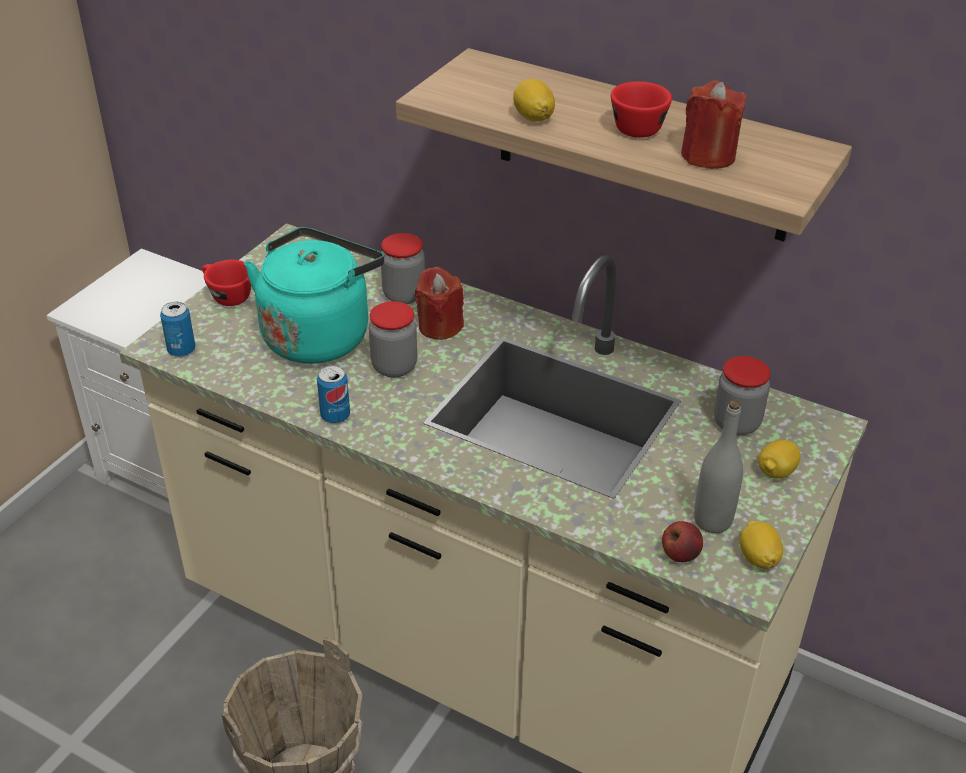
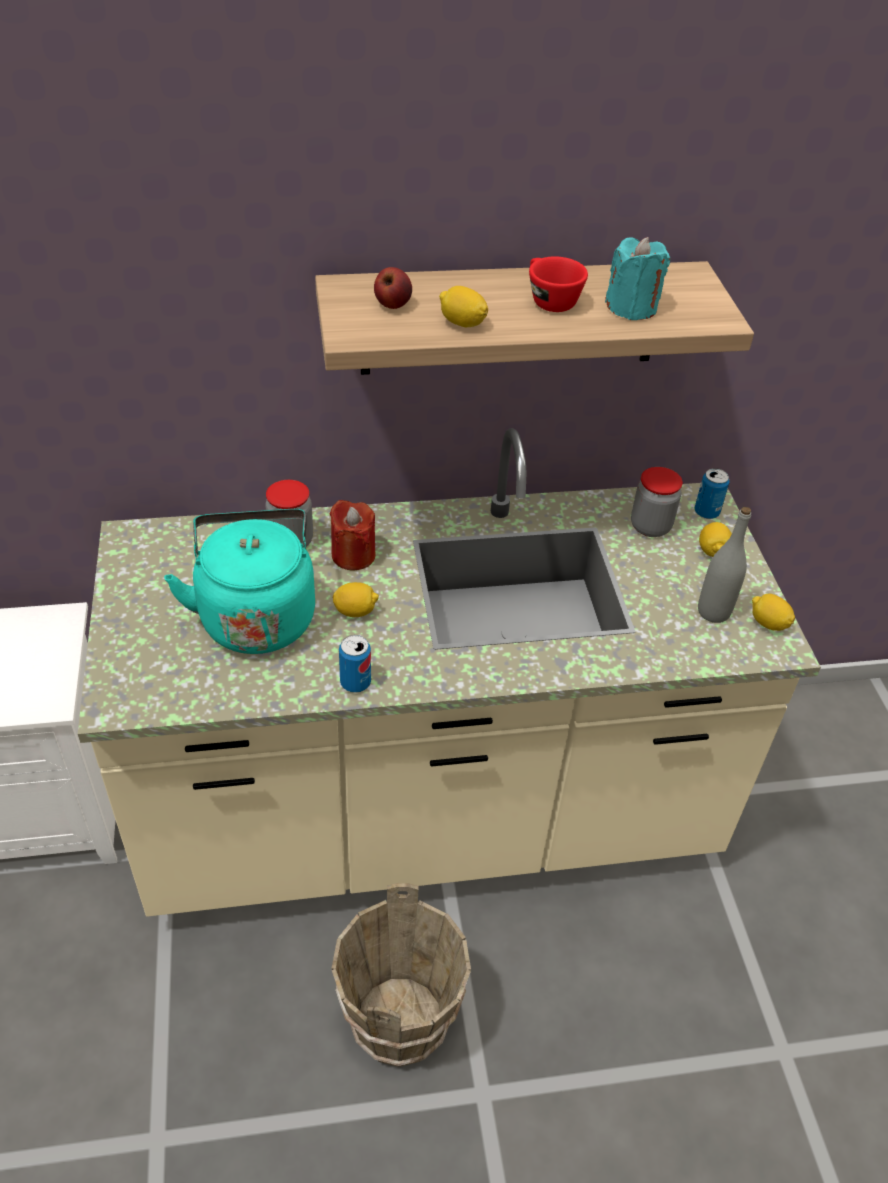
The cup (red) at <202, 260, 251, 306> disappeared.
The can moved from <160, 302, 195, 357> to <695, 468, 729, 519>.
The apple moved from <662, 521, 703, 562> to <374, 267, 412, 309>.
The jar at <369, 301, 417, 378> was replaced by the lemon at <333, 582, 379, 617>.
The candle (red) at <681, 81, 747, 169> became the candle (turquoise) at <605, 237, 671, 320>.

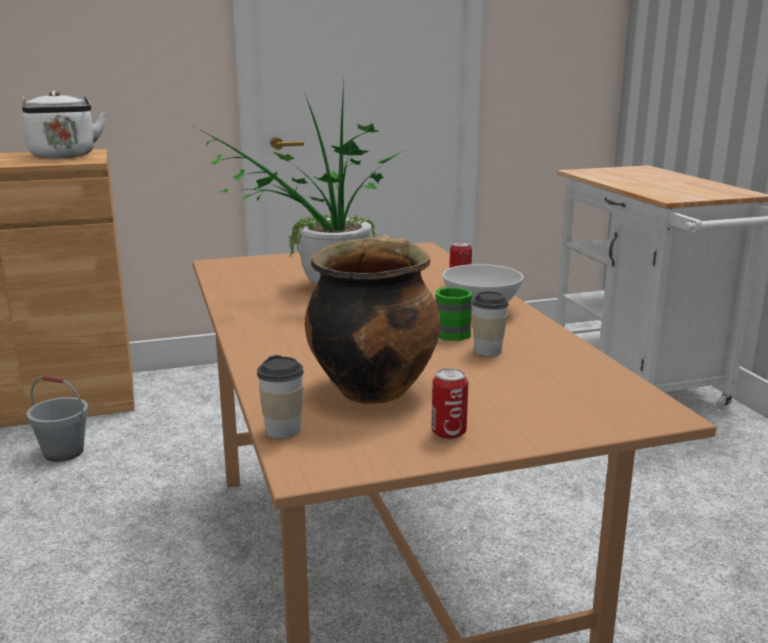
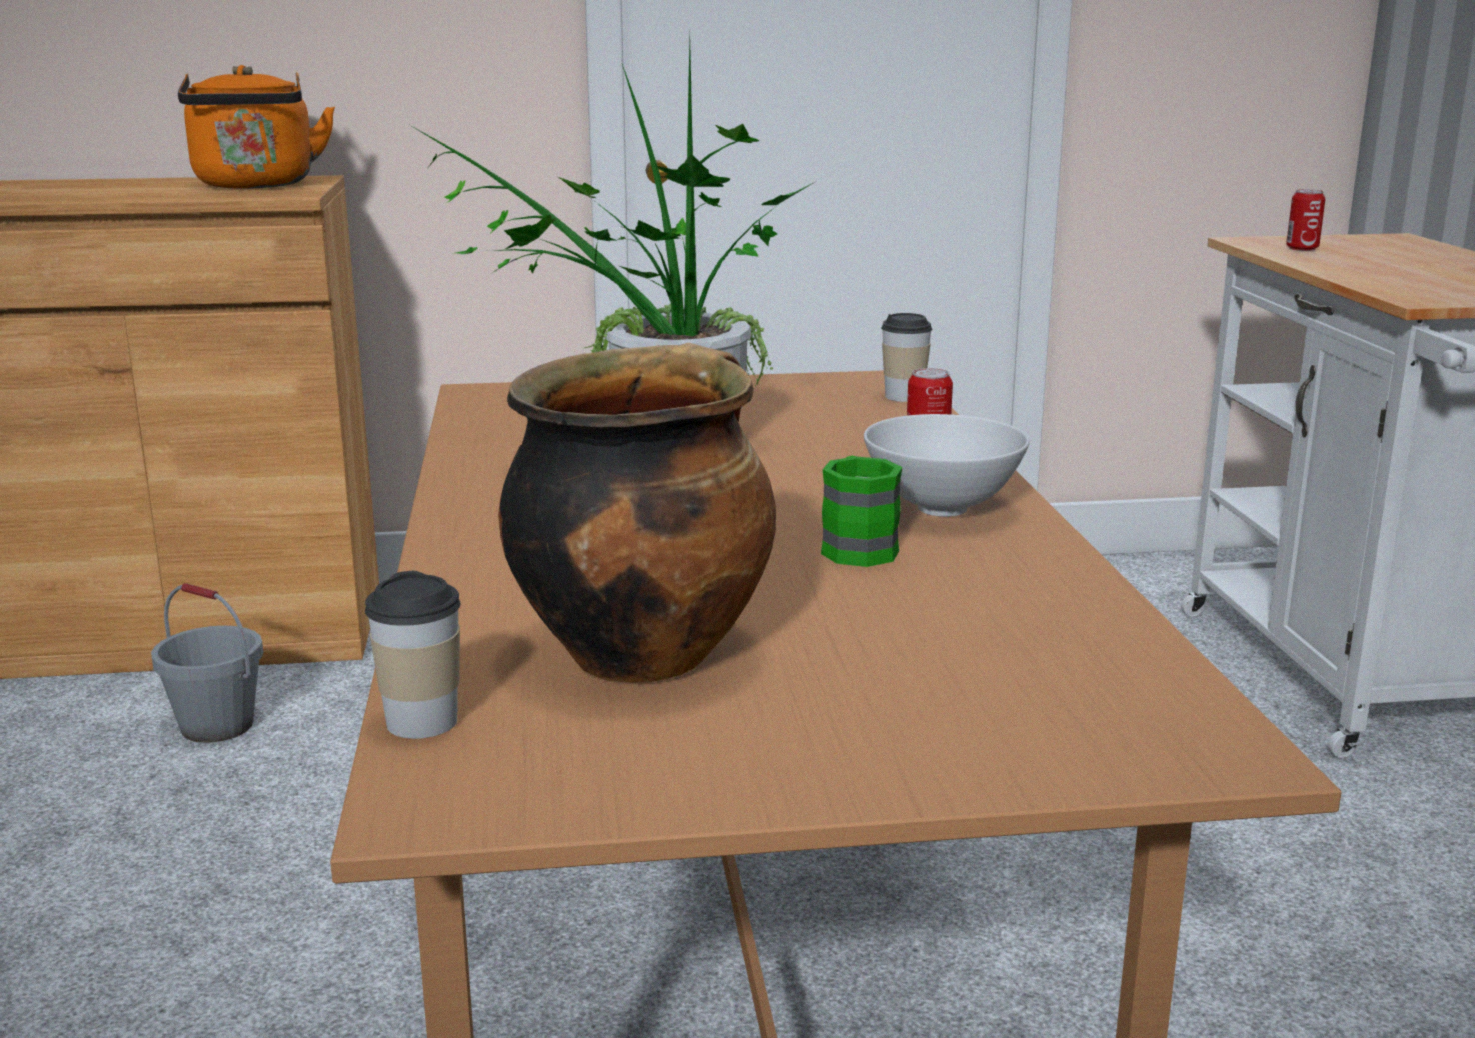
The can moved from <432, 368, 468, 439> to <1286, 189, 1325, 251>.
The cup moved from <472, 291, 509, 356> to <881, 313, 933, 402>.
The kettle (white) at <22, 91, 106, 158> became the kettle (orange) at <178, 65, 335, 189>.

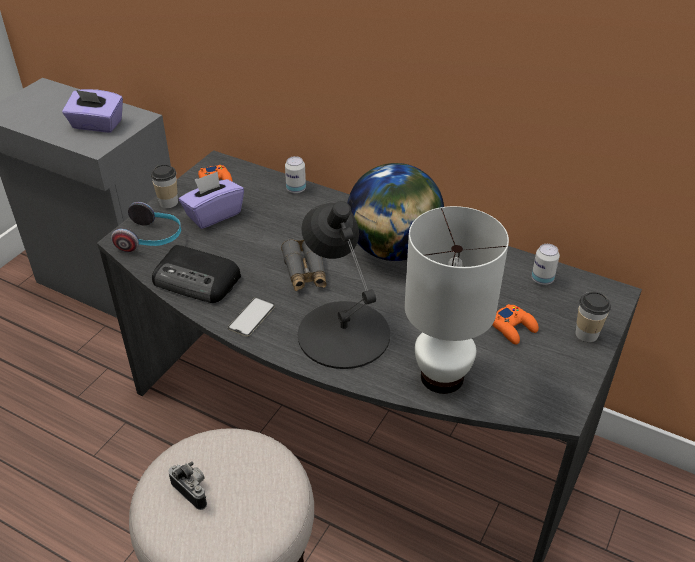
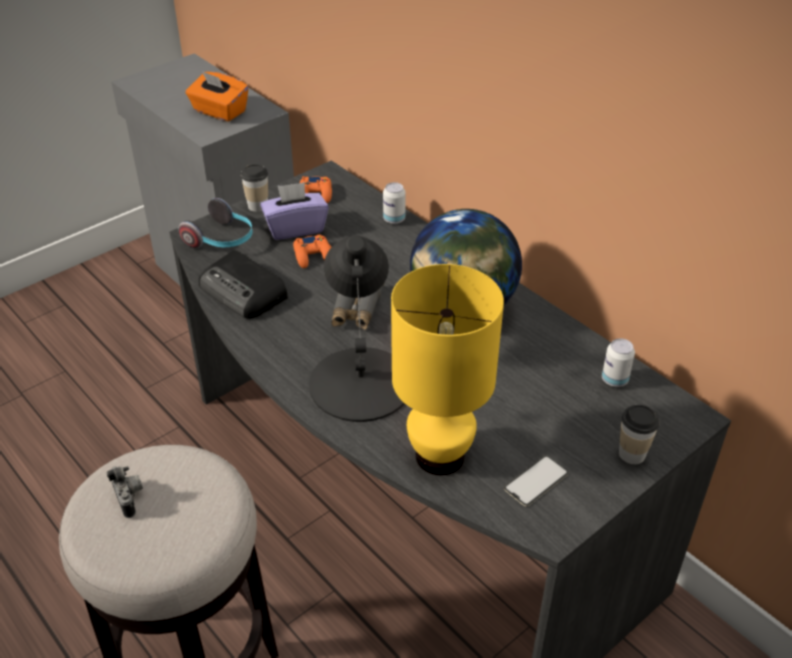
The phone moved from <228, 297, 275, 337> to <504, 455, 569, 507>.
The game controller (orange) moved from <492, 304, 539, 345> to <293, 234, 331, 268>.
The tissue box (purple) at <62, 89, 123, 132> became the tissue box (orange) at <186, 71, 249, 122>.
The table lamp (white) at <405, 206, 509, 394> became the table lamp (yellow) at <391, 264, 504, 475>.

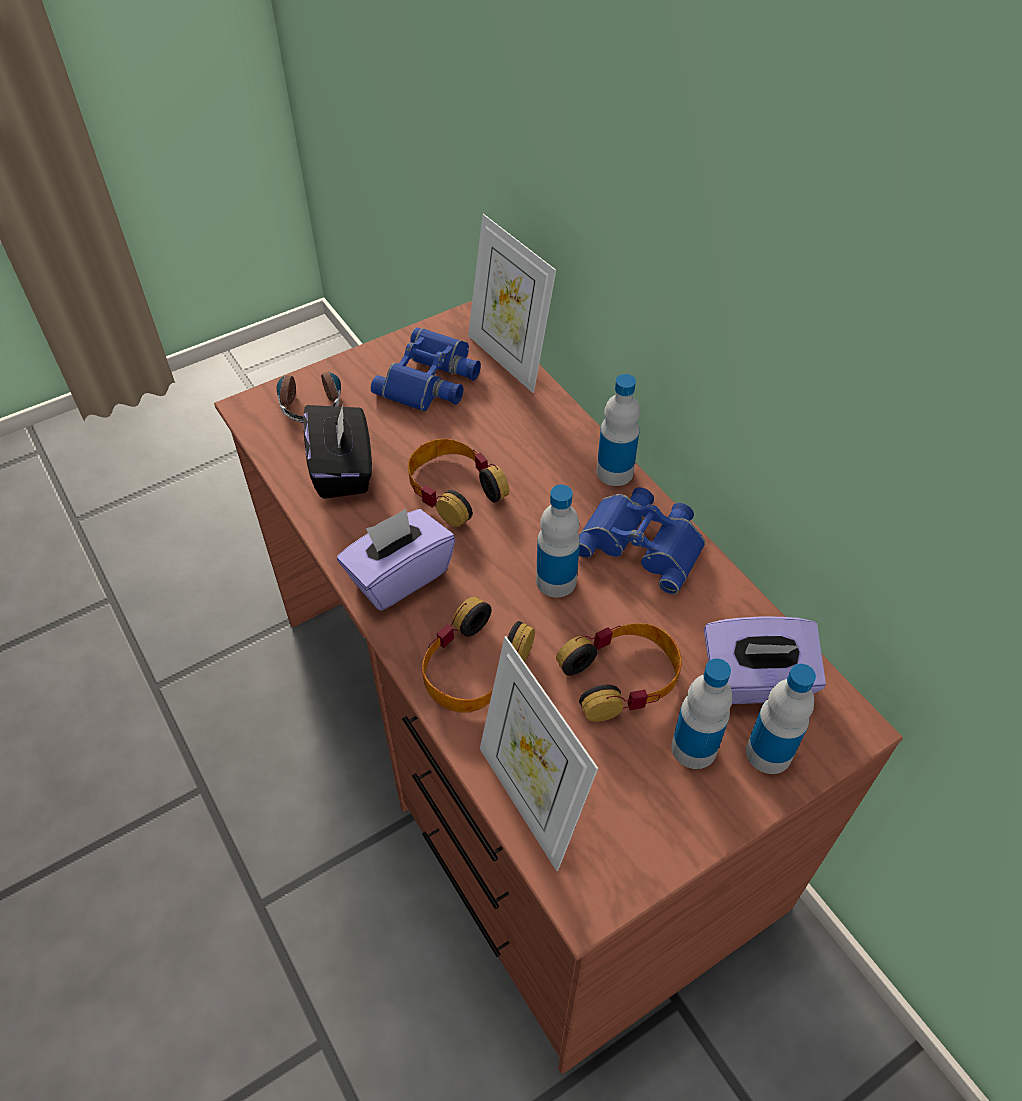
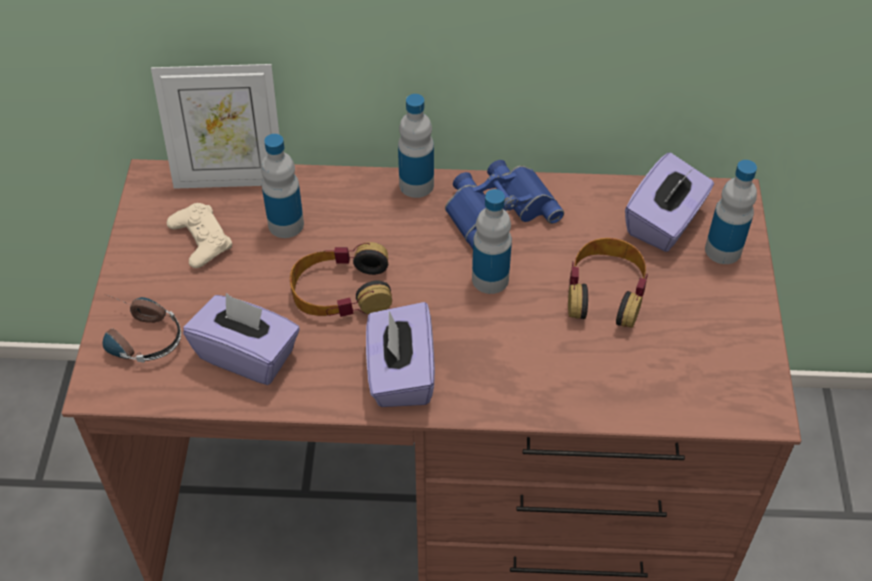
The headphones at <422, 596, 535, 713> disappeared.
The picture frame at <480, 636, 598, 871> disappeared.
The bottle moved from <671, 659, 732, 769> to <261, 134, 304, 238>.
The binoculars (blue) at <371, 327, 481, 412> was replaced by the game controller (beige) at <167, 203, 232, 268>.
The tissue box (black) at <303, 404, 372, 499> became the tissue box (purple) at <183, 293, 300, 385>.

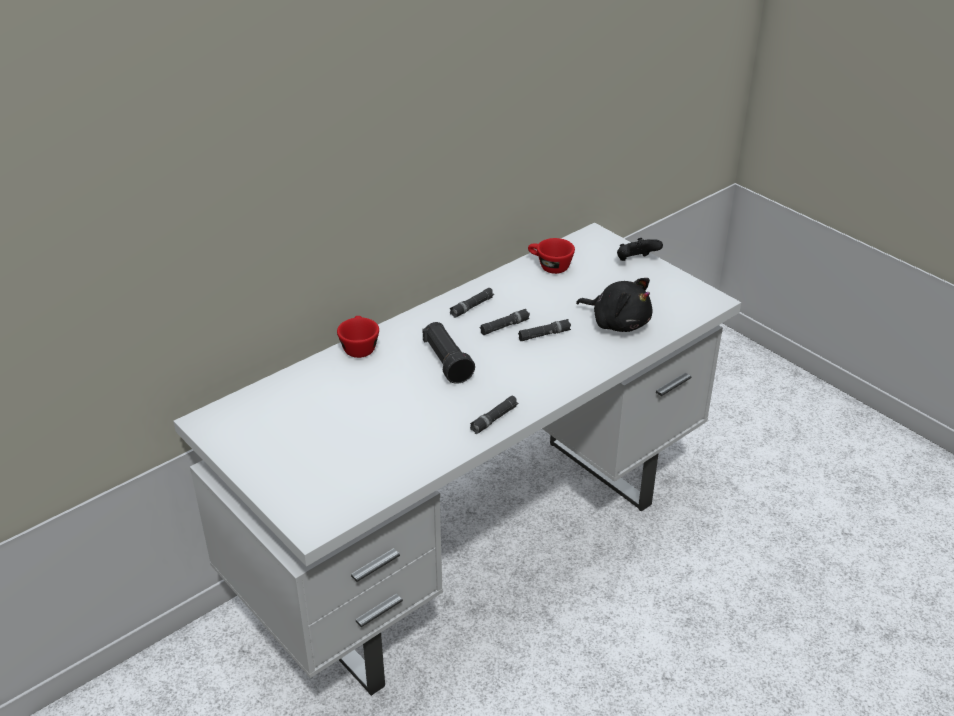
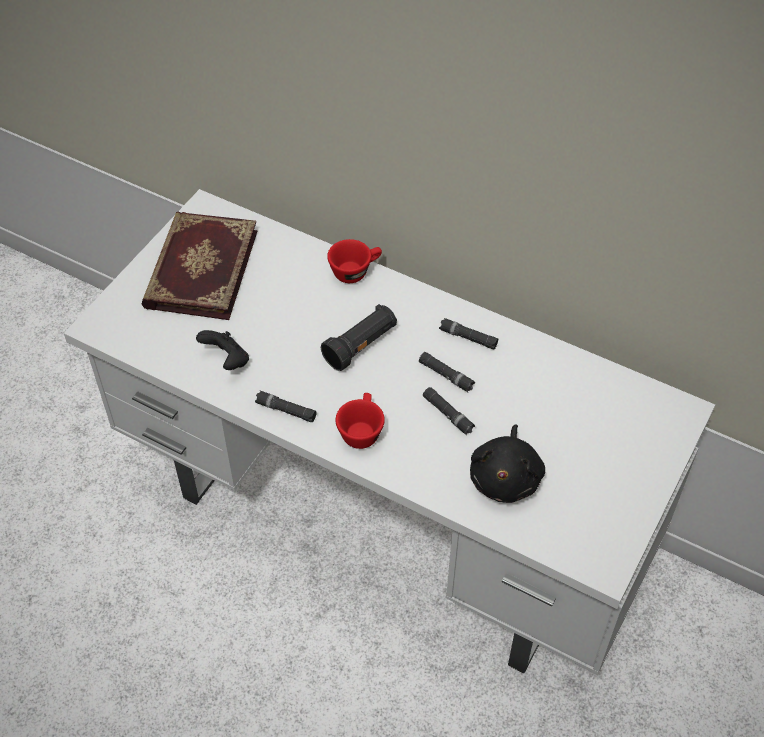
The book at <142, 212, 257, 320> appeared.
The cup (red) moved from <528, 238, 575, 274> to <336, 393, 385, 449>.
The game controller (black) moved from <617, 238, 663, 261> to <196, 330, 249, 370>.

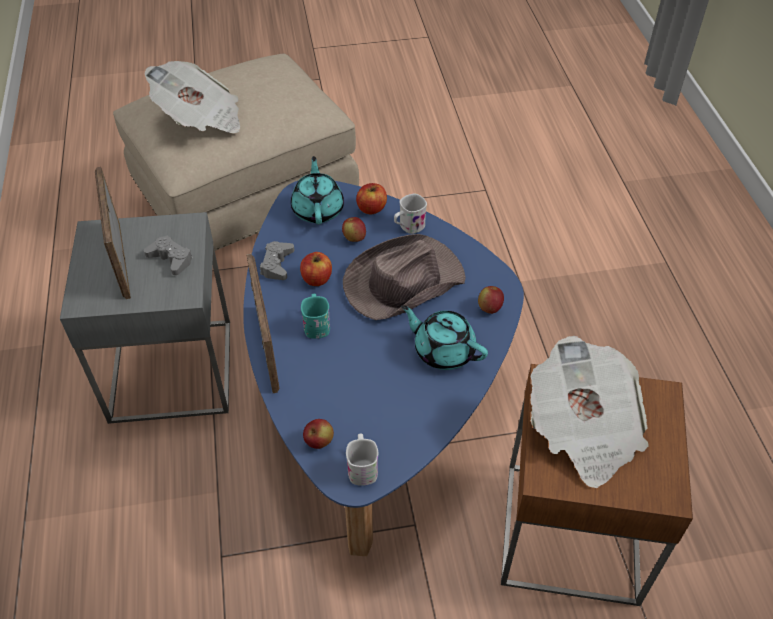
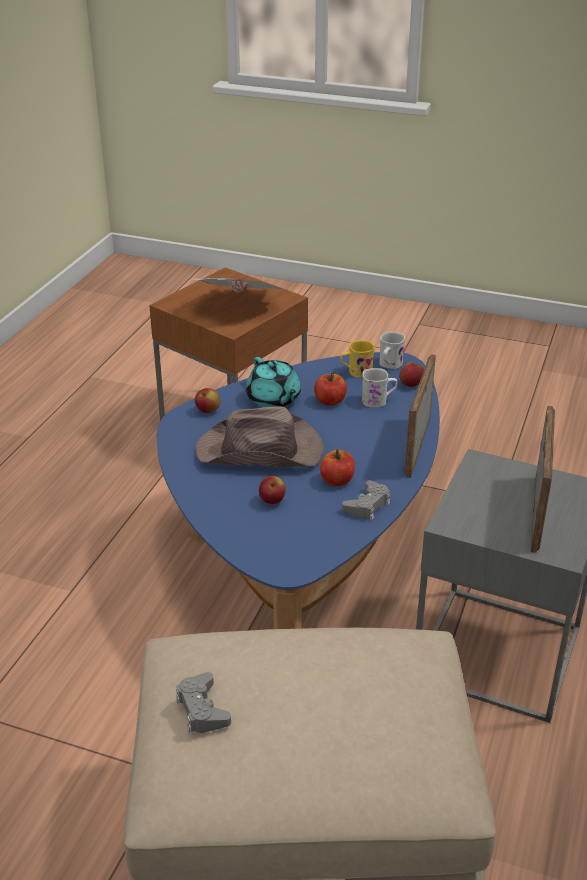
The newspaper at <144, 61, 240, 133> disappeared.
The teapot (turquoise) at <291, 156, 344, 225> disappeared.
The mug (turquoise) at <301, 294, 330, 339> disappeared.
The mug (yellow) at <340, 340, 374, 378> appeared.
The game controller (grey) moved from <144, 236, 193, 275> to <176, 672, 231, 733>.
The apple moved from <356, 183, 387, 214> to <314, 373, 347, 406>.
The mug (white) moved from <394, 193, 427, 234> to <362, 368, 397, 407>.

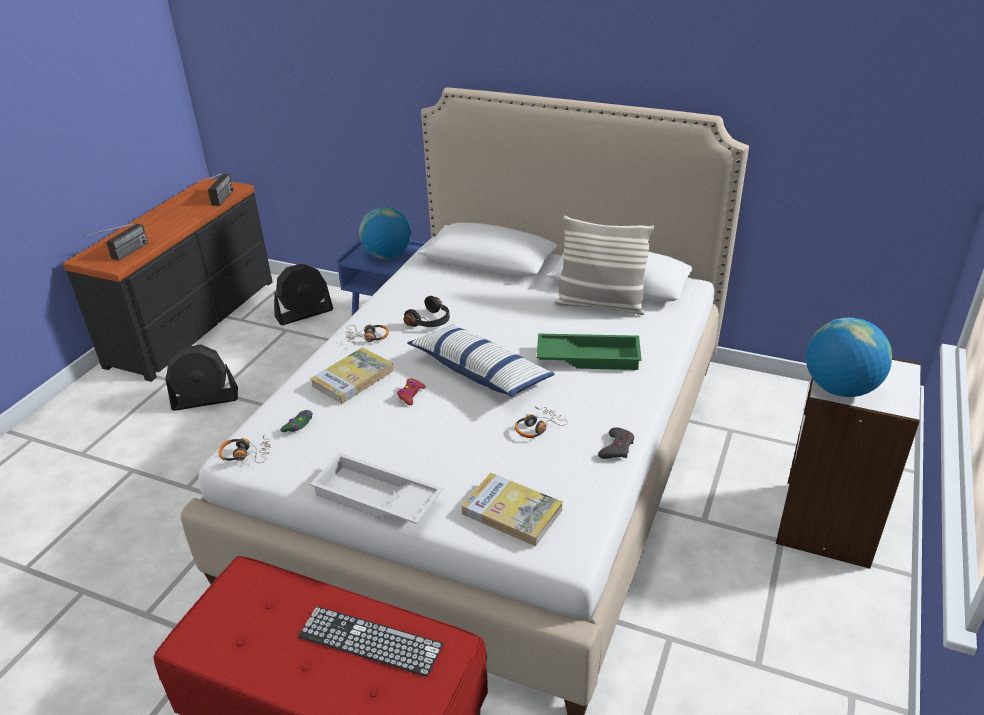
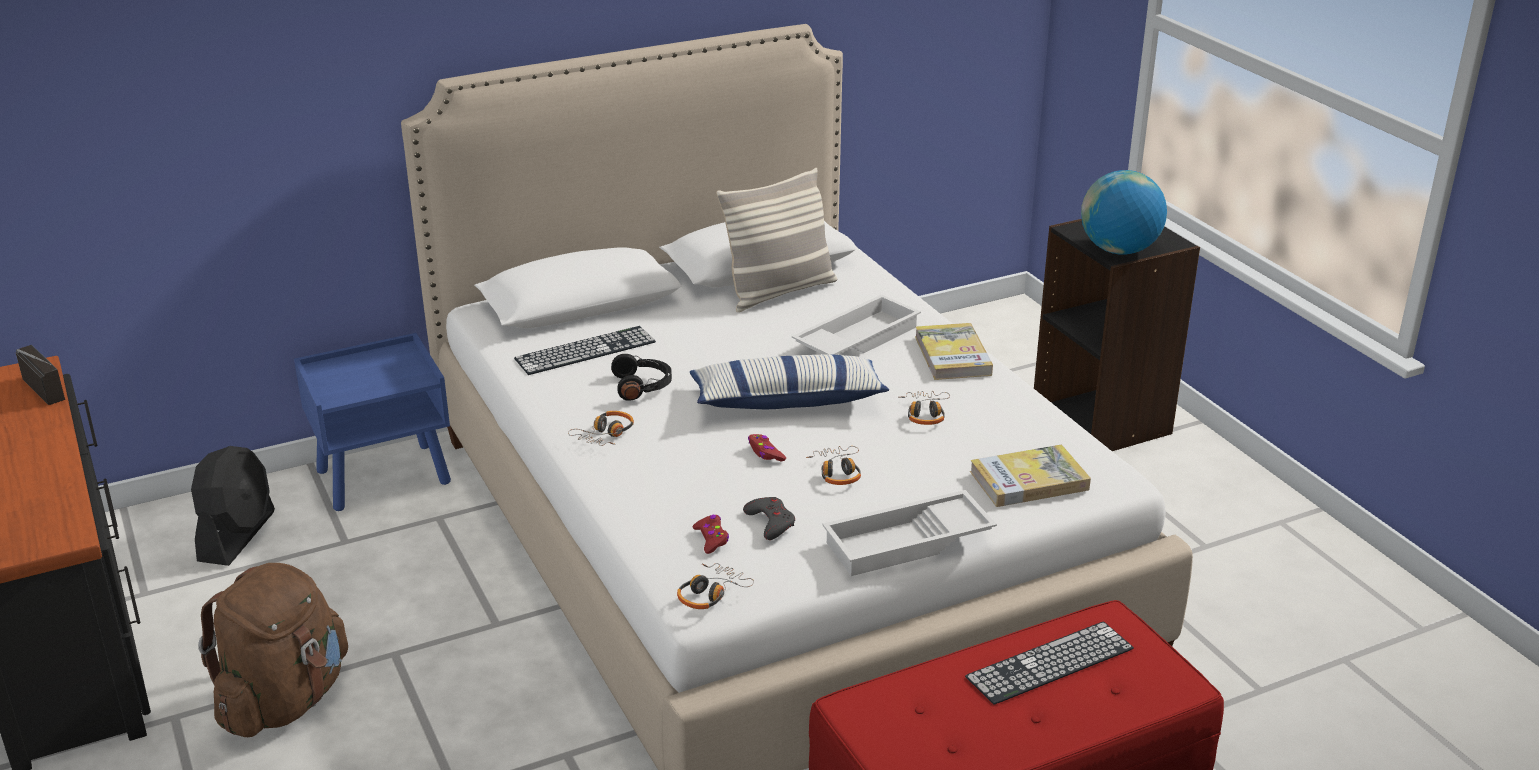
The radio at <84, 223, 148, 261> disappeared.
The globe at <359, 207, 411, 259> disappeared.
The keyboard at <514, 326, 656, 375> appeared.
The headphones at <806, 446, 861, 485> appeared.
The book moved from <310, 347, 394, 404> to <915, 323, 993, 380>.
The game controller (grey) moved from <598, 428, 634, 459> to <743, 497, 795, 540>.
The fan (black) at <165, 345, 238, 411> was replaced by the backpack (brown) at <198, 563, 348, 737>.
The game controller (green) at <280, 410, 313, 432> became the game controller (red) at <692, 515, 729, 554>.
The tray (green) at <537, 334, 642, 370> became the tray (white) at <792, 294, 921, 355>.
The bookcase (white) at <776, 358, 921, 569> became the bookcase (black) at <1034, 219, 1200, 451>.

